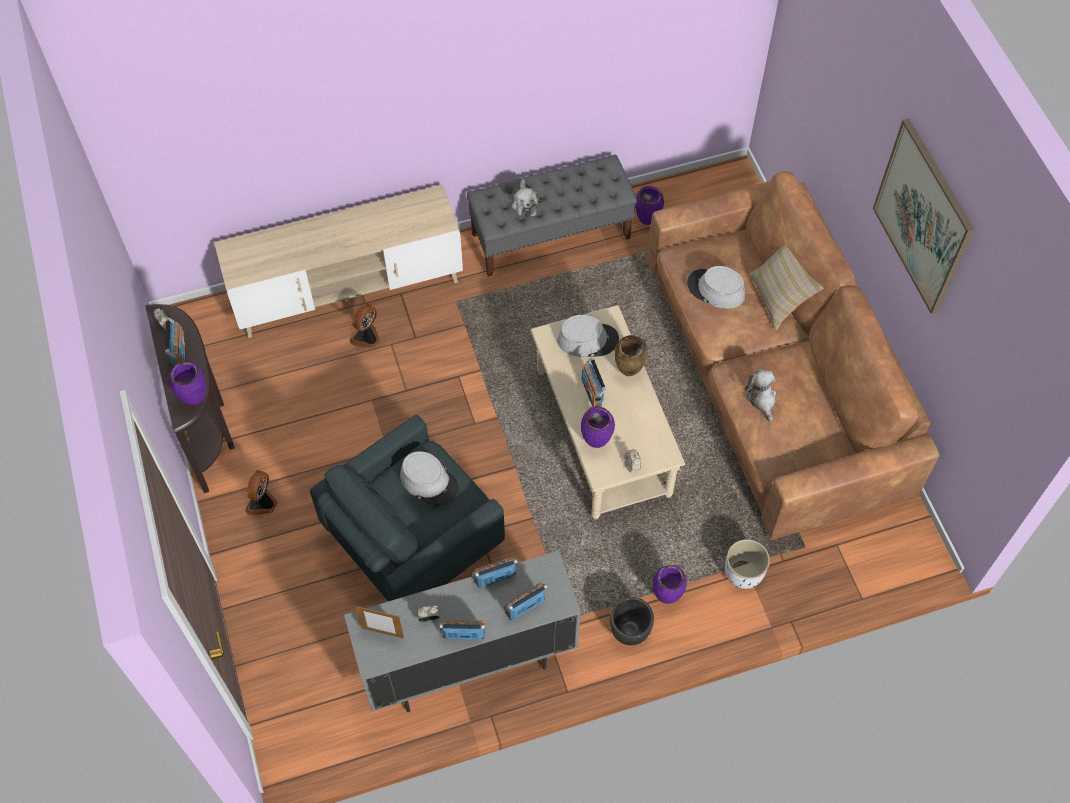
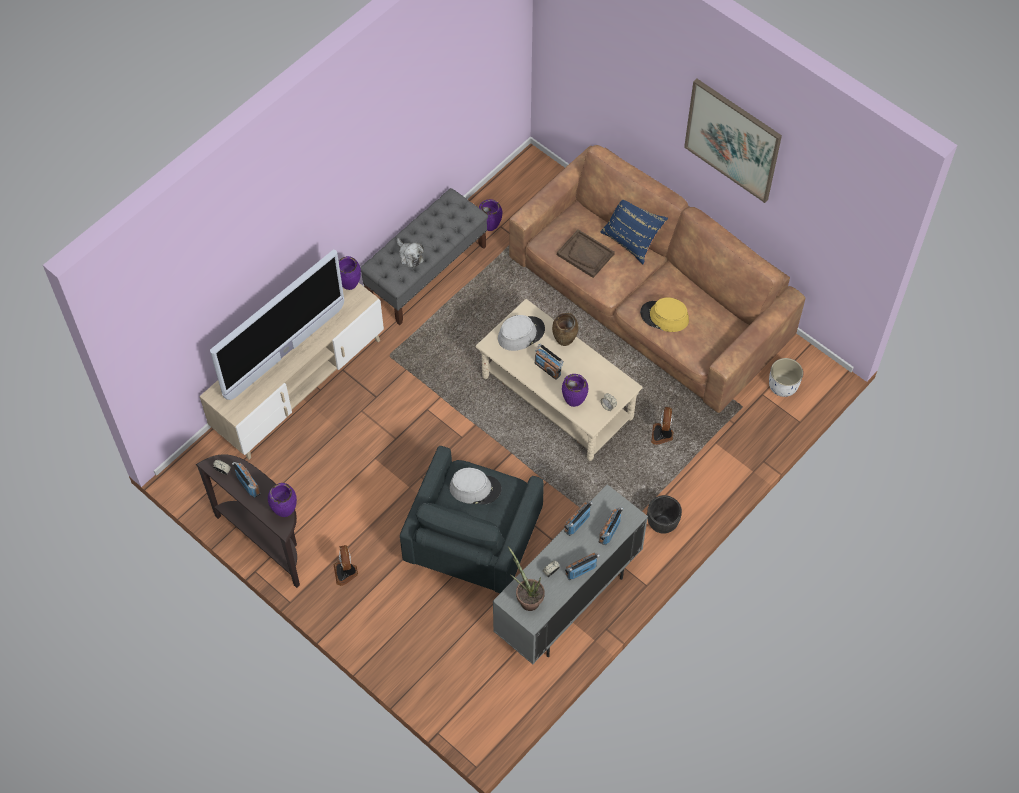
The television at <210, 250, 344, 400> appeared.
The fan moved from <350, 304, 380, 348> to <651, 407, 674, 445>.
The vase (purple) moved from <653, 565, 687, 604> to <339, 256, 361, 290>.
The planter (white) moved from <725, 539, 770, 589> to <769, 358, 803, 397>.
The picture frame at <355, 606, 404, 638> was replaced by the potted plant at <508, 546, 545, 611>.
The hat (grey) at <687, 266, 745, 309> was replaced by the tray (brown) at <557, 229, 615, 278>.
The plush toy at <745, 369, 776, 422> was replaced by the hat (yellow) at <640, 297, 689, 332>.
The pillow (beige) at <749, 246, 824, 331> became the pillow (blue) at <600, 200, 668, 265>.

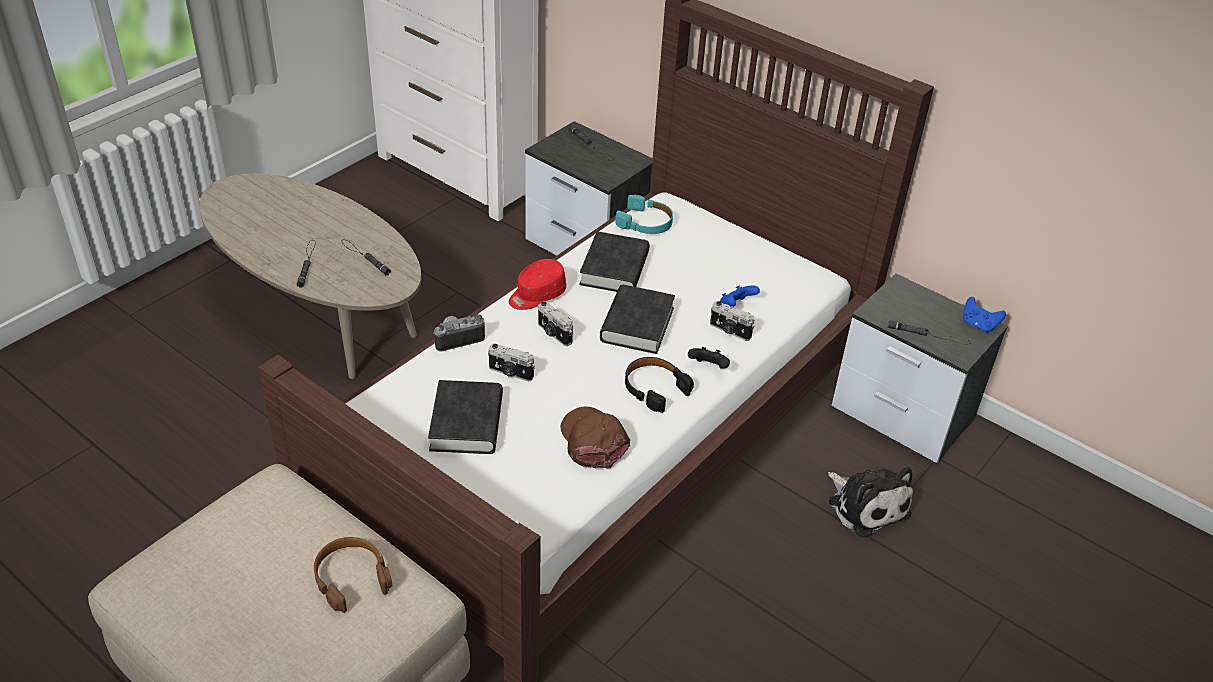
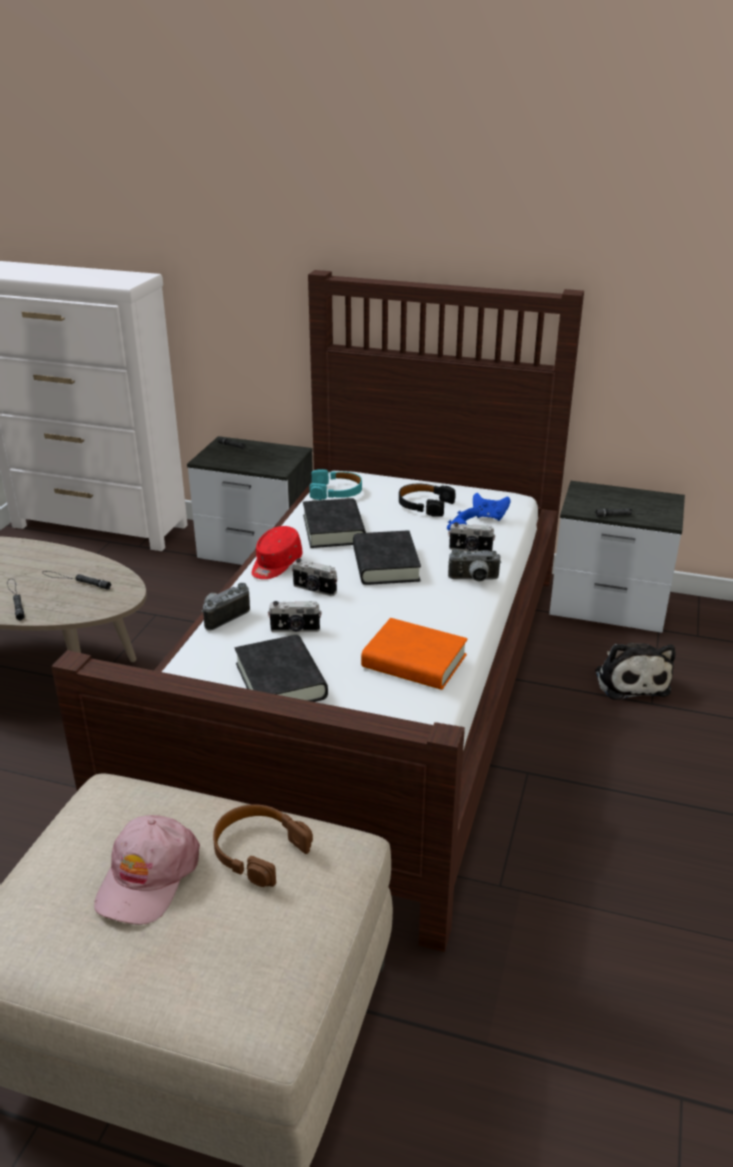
The cap (pink) at <94, 815, 200, 925> appeared.
The headphones (black) moved from <625, 357, 694, 413> to <399, 484, 456, 517>.
The game controller (blue) moved from <963, 297, 1006, 333> to <473, 493, 511, 521>.
The cap (brown) at <561, 407, 630, 469> was replaced by the book (orange) at <361, 618, 468, 690>.
The game controller (black) at <688, 347, 730, 369> was replaced by the photo camera at <448, 549, 501, 582>.
The plush toy at <828, 466, 913, 538> turned 45 degrees clockwise.

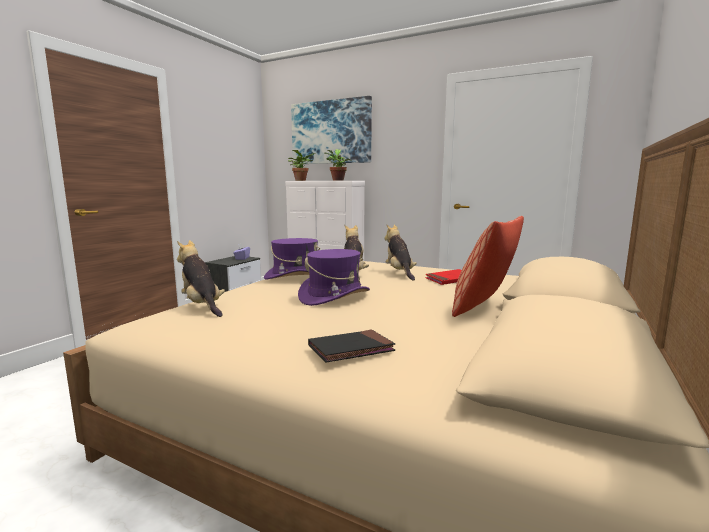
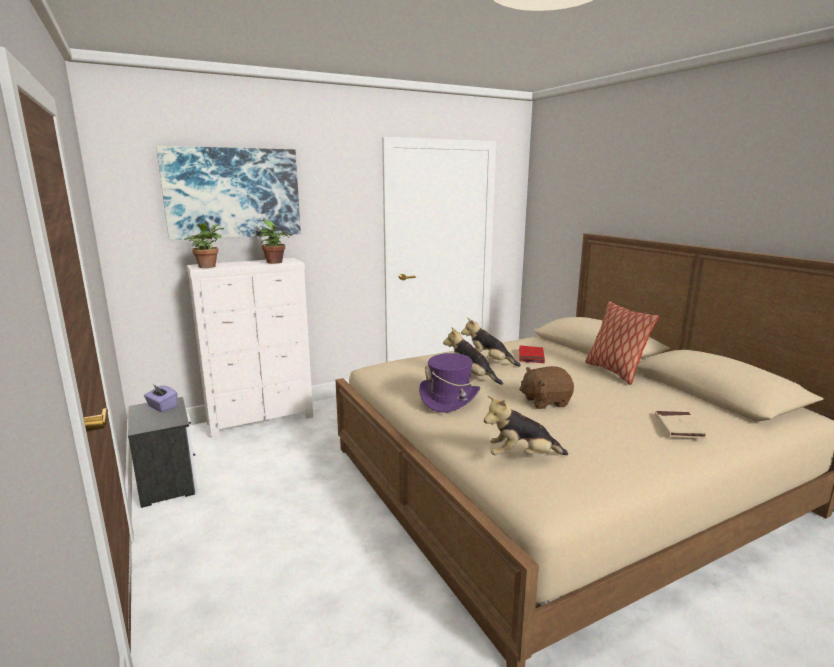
The hat (purple) at <298, 249, 370, 306> was replaced by the plush toy (brown) at <519, 366, 574, 409>.
The book (black) at <308, 329, 395, 363> became the book (beige) at <655, 411, 708, 438>.

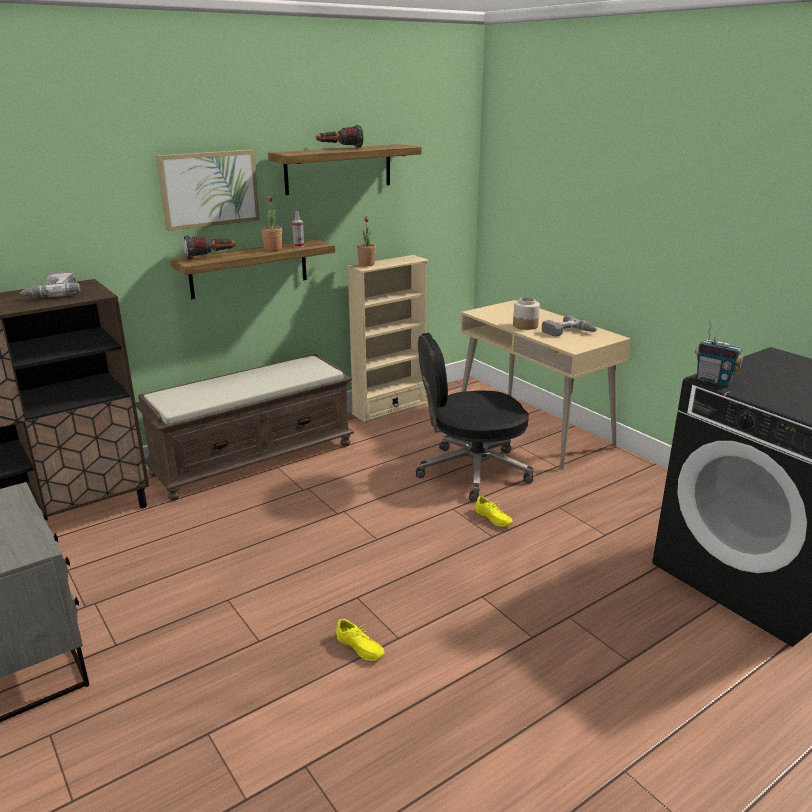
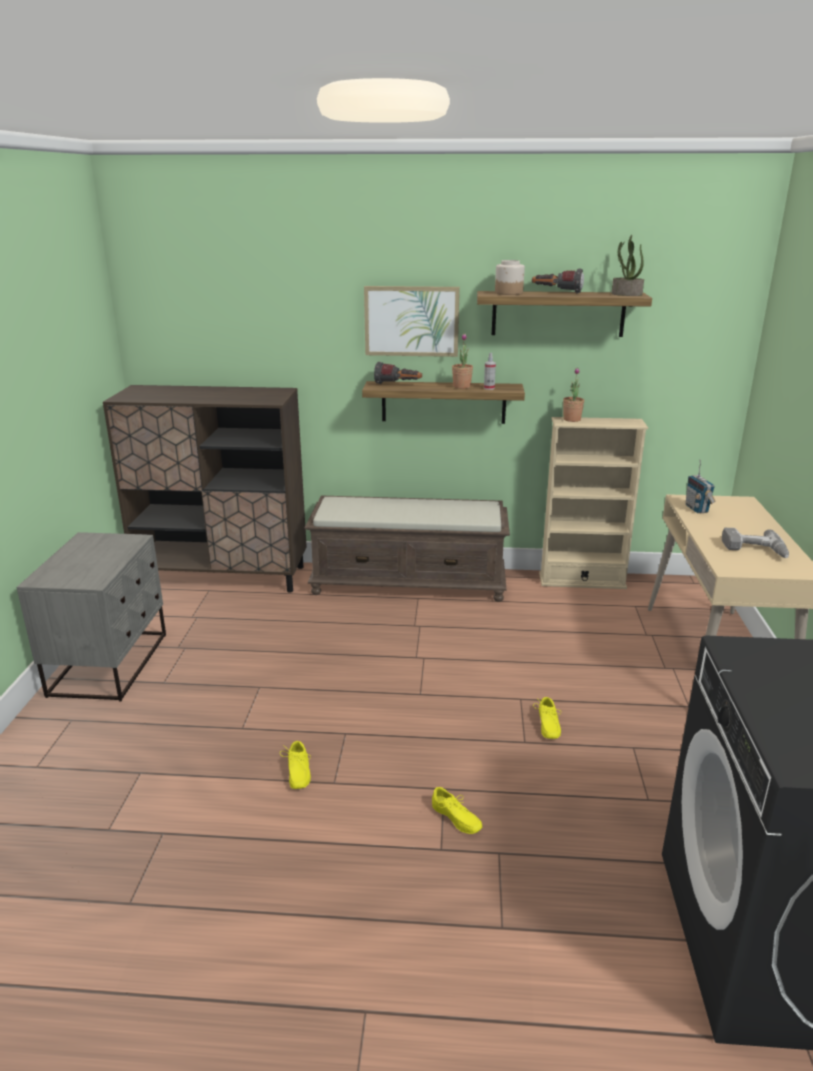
The power drill at <20, 271, 80, 297> disappeared.
The office chair (black) at <416, 333, 534, 502> disappeared.
The shoe (yellow) at <432, 787, 483, 834> appeared.
The potted plant at <611, 235, 644, 296> appeared.
The jar moved from <513, 297, 540, 330> to <495, 260, 525, 295>.
The radio moved from <695, 321, 743, 386> to <685, 460, 716, 513>.

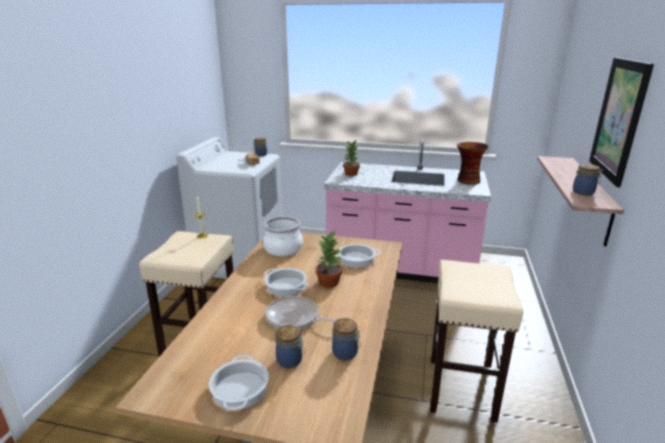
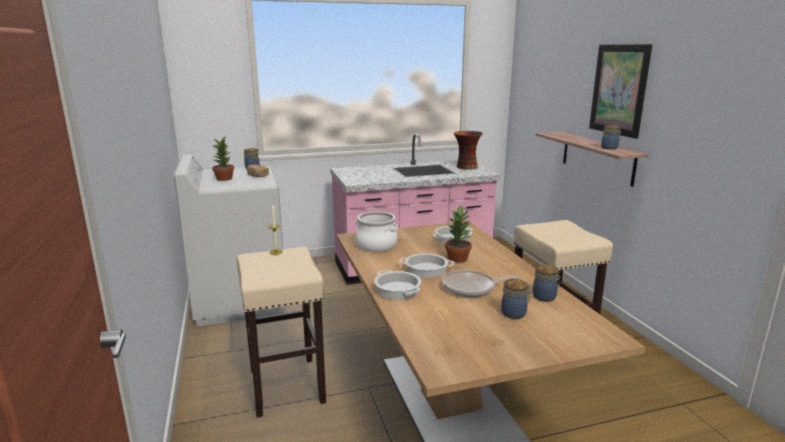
The cooking pot moved from <209, 355, 269, 410> to <374, 270, 421, 299>.
The potted plant moved from <343, 140, 360, 176> to <212, 137, 234, 181>.

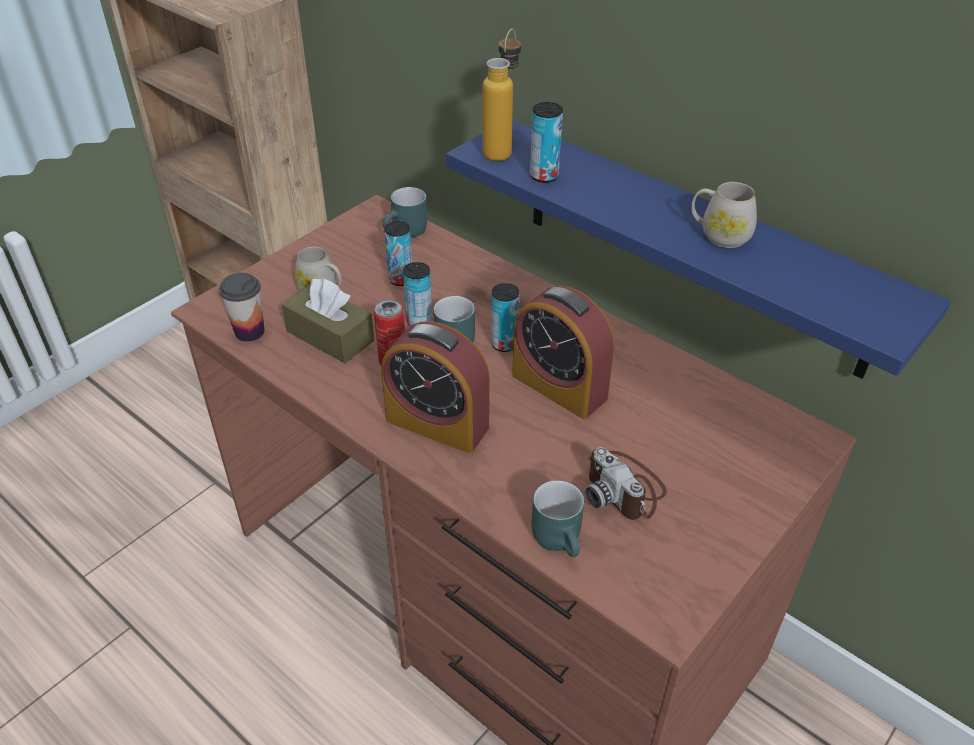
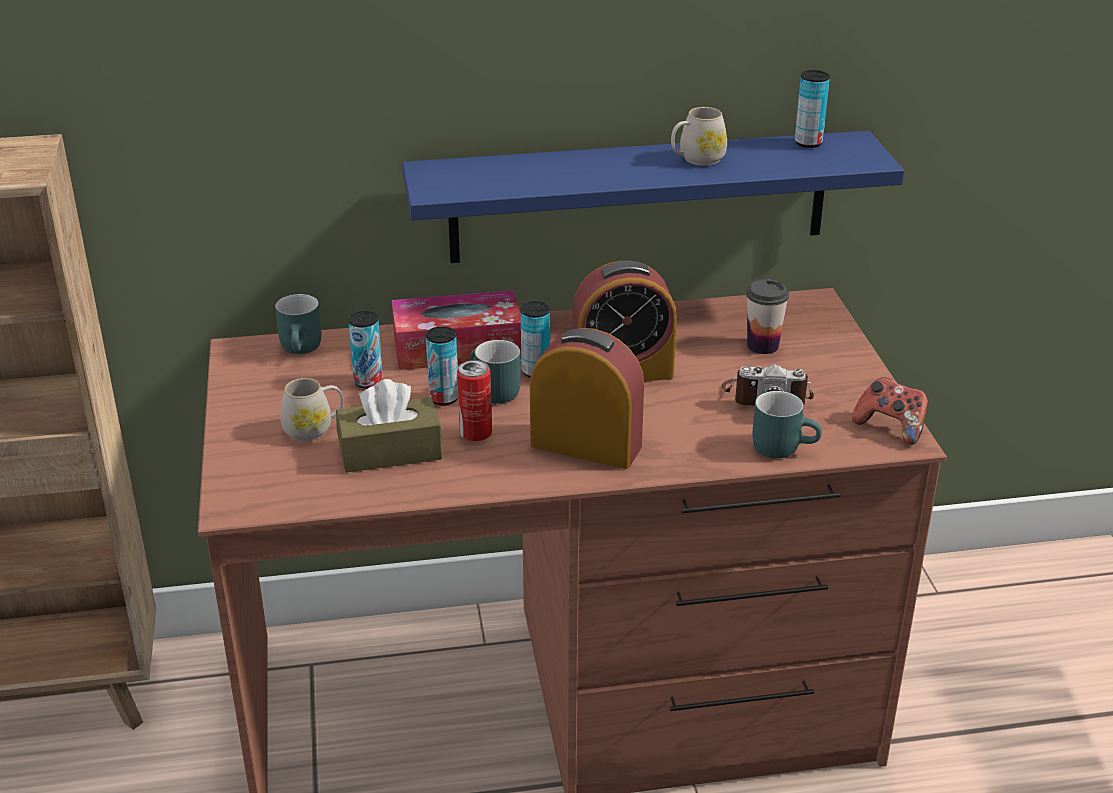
The bottle at <483, 28, 521, 161> disappeared.
The tissue box at <391, 290, 521, 370> appeared.
The game controller at <852, 377, 928, 445> appeared.
The cup moved from <219, 273, 265, 342> to <746, 279, 789, 354>.
The can moved from <530, 102, 563, 183> to <795, 70, 830, 148>.
The alarm clock at <381, 321, 490, 453> turned 135 degrees counterclockwise.

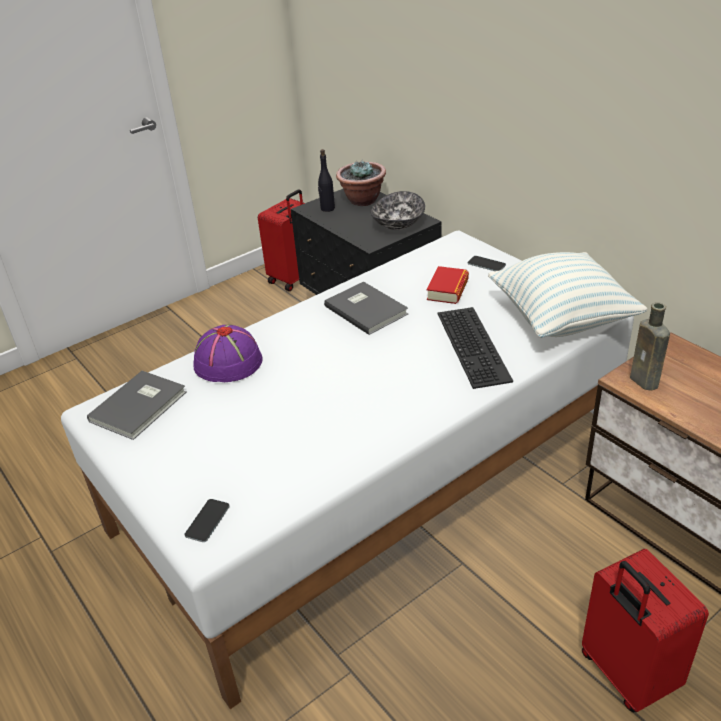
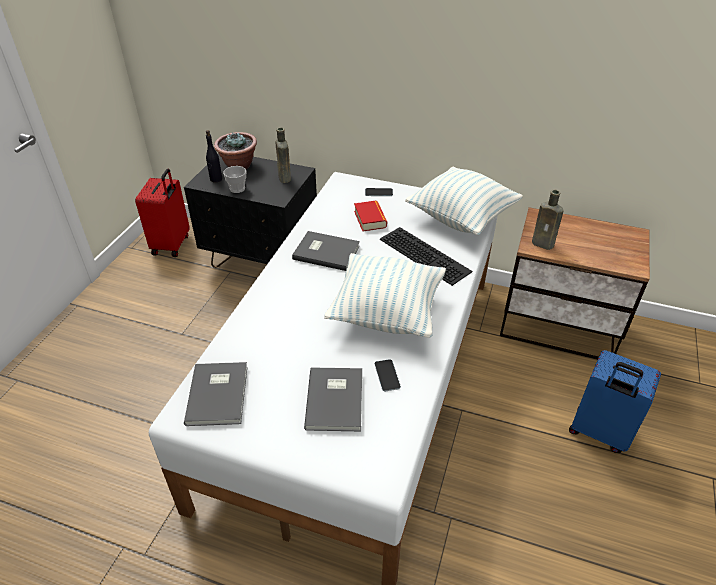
The hat (purple) at <193, 325, 262, 382> disappeared.
The cup at <223, 166, 246, 193> appeared.
The book (grey) at <304, 367, 362, 431> appeared.
The pillow at <324, 253, 446, 338> appeared.
The phone moved from <184, 499, 230, 542> to <375, 359, 401, 391>.
The bowl at <370, 191, 425, 230> was replaced by the bottle (brown) at <275, 127, 291, 183>.
The suitcase (red) at <582, 549, 709, 712> became the suitcase (blue) at <569, 350, 661, 453>.

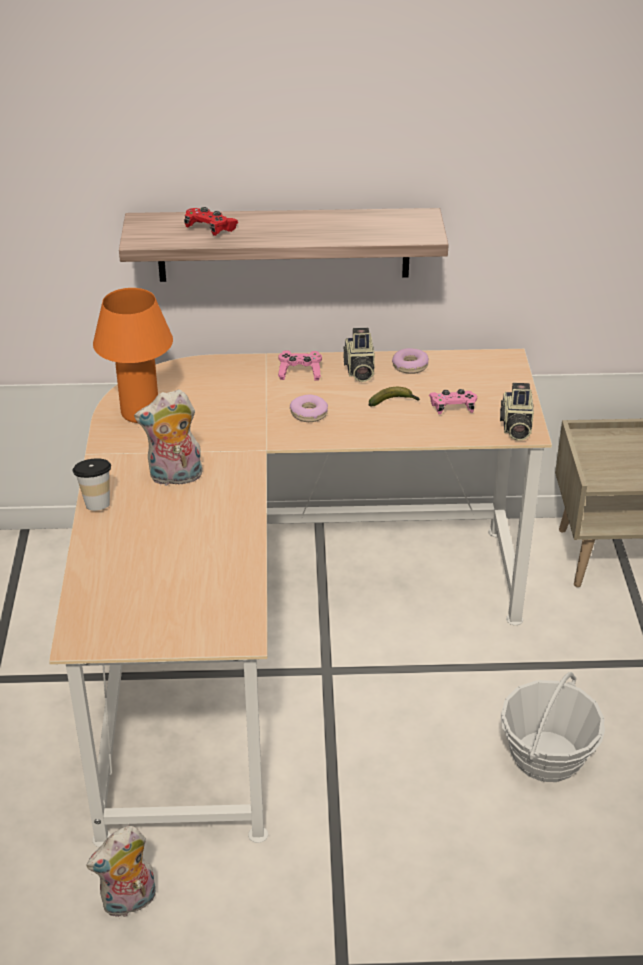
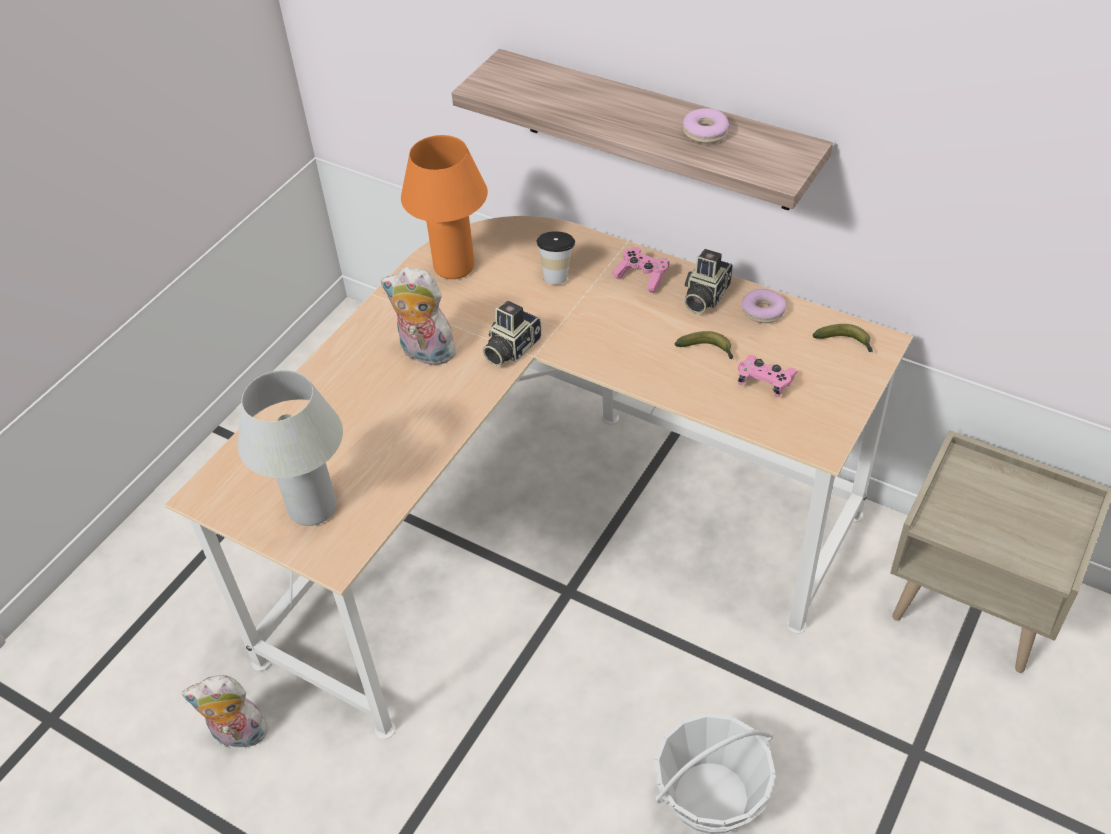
The game controller (red) at <184, 207, 238, 236> disappeared.
The table lamp (white) at <238, 370, 343, 526> appeared.
The banana at <813, 324, 873, 353> appeared.
The cup moved from <73, 458, 111, 511> to <537, 231, 575, 284>.
The donut moved from <290, 395, 328, 422> to <683, 108, 729, 144>.
The photo camera moved from <500, 383, 534, 441> to <482, 301, 542, 366>.

